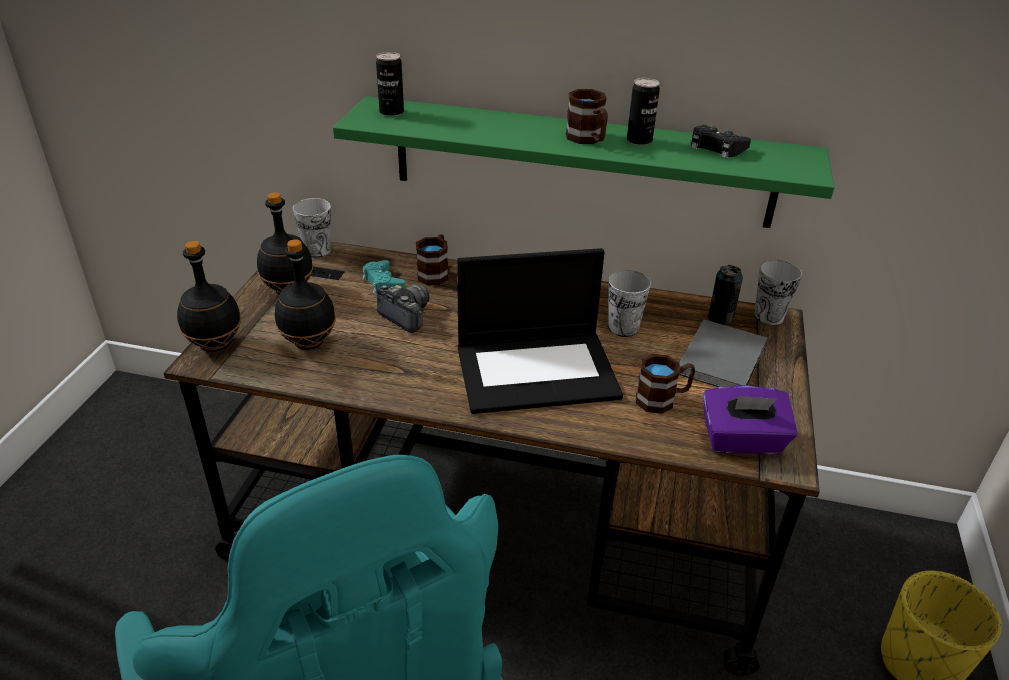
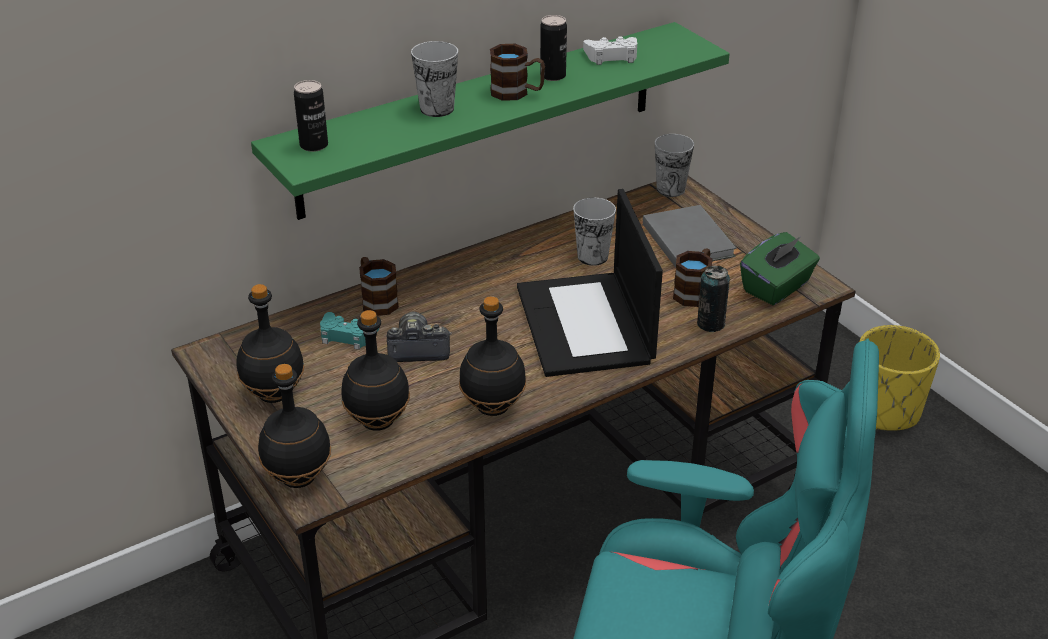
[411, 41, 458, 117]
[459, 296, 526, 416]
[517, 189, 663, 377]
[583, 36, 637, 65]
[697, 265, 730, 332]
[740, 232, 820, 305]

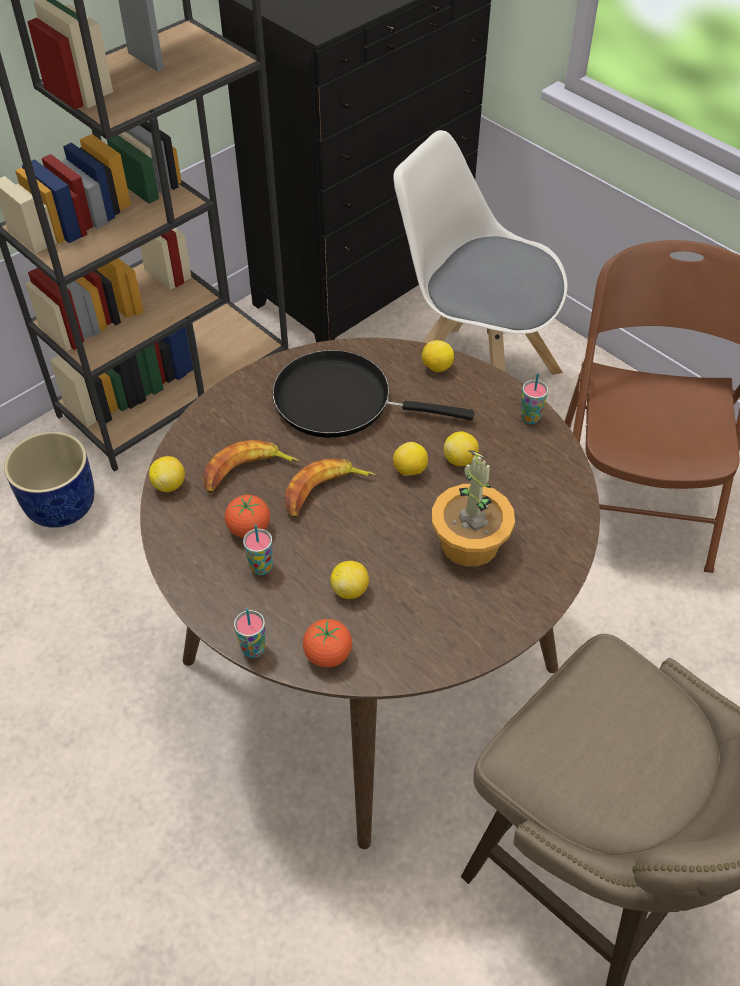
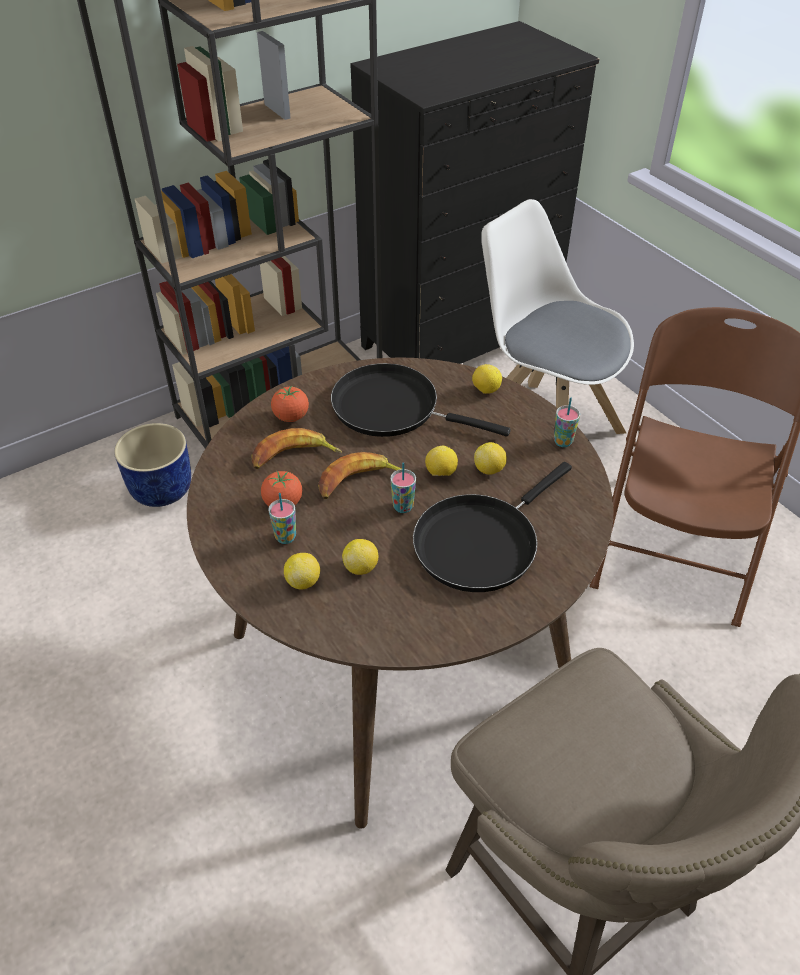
[271, 386, 309, 422]
[284, 553, 320, 590]
[390, 462, 416, 513]
[413, 462, 572, 592]

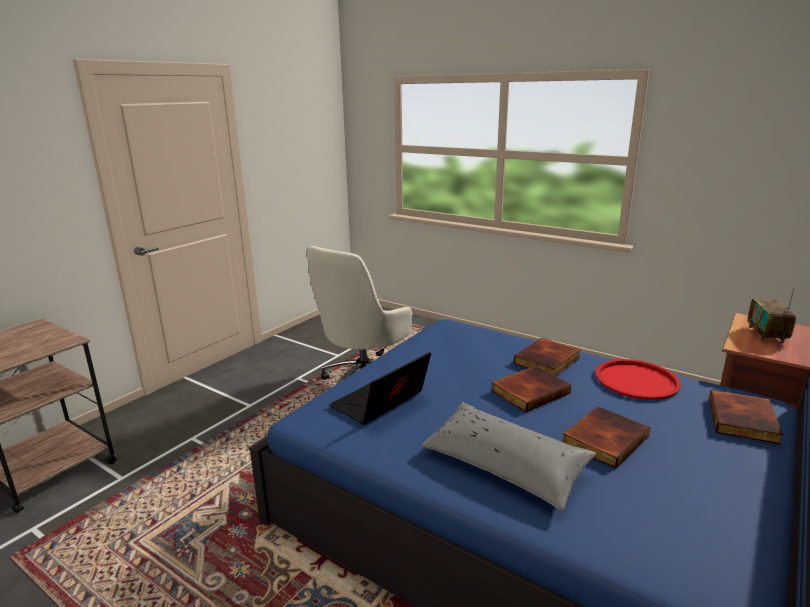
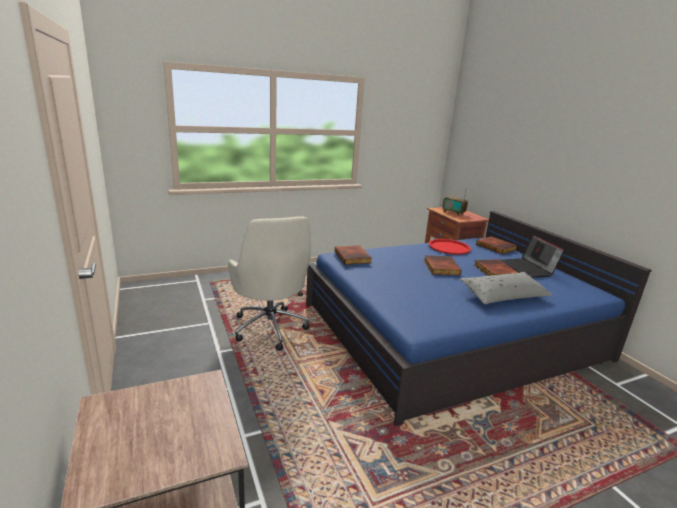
[335, 245, 372, 265]
[501, 234, 565, 278]

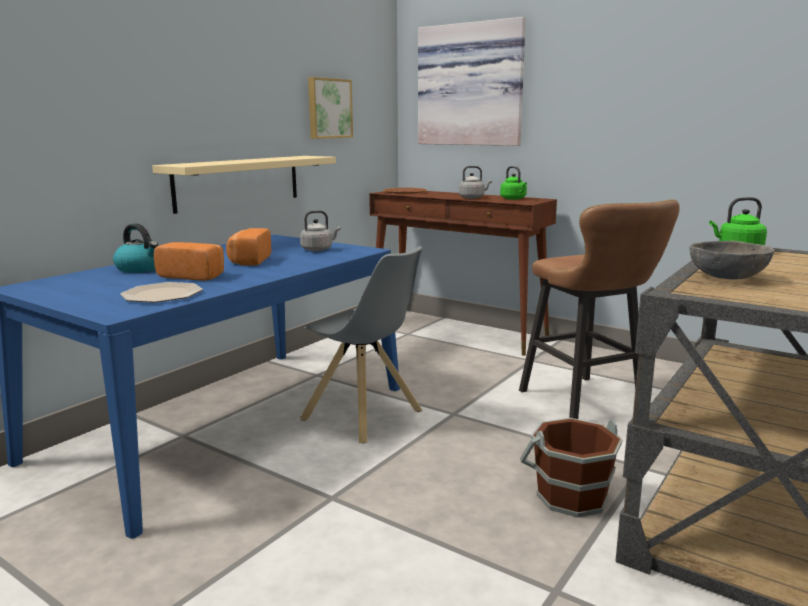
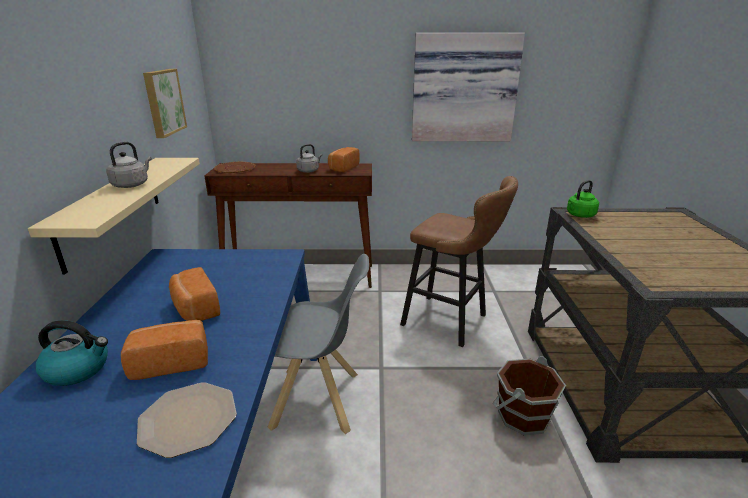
[106, 142, 152, 188]
[328, 147, 359, 172]
[412, 33, 525, 141]
[689, 241, 774, 280] (first image)

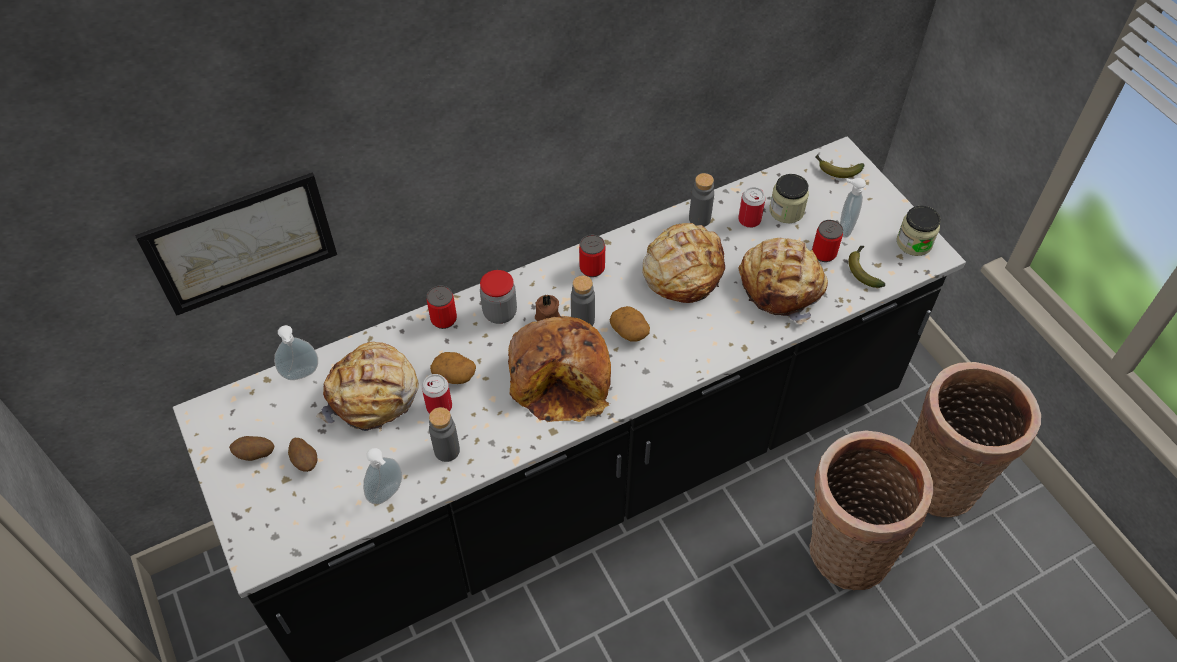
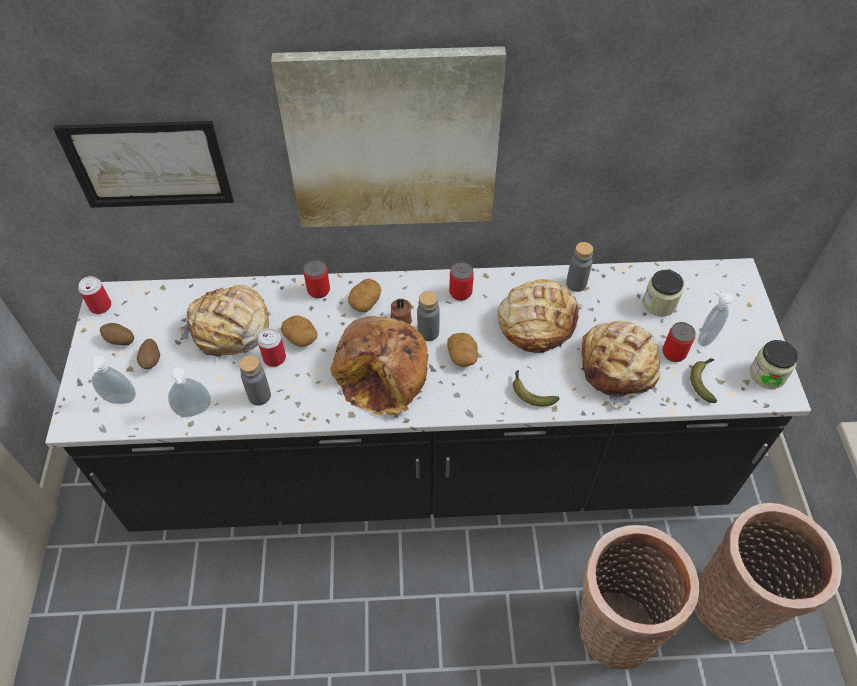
[78, 276, 111, 314]
[91, 355, 136, 404]
[271, 46, 506, 228]
[348, 279, 381, 312]
[513, 370, 559, 406]

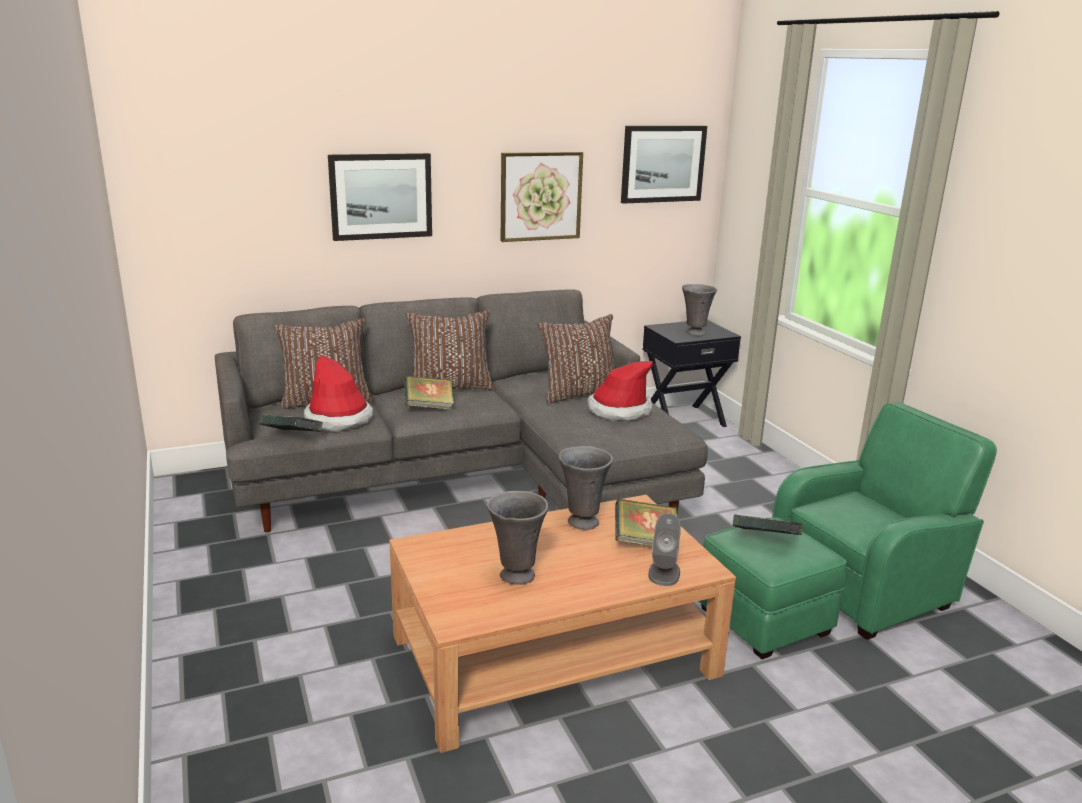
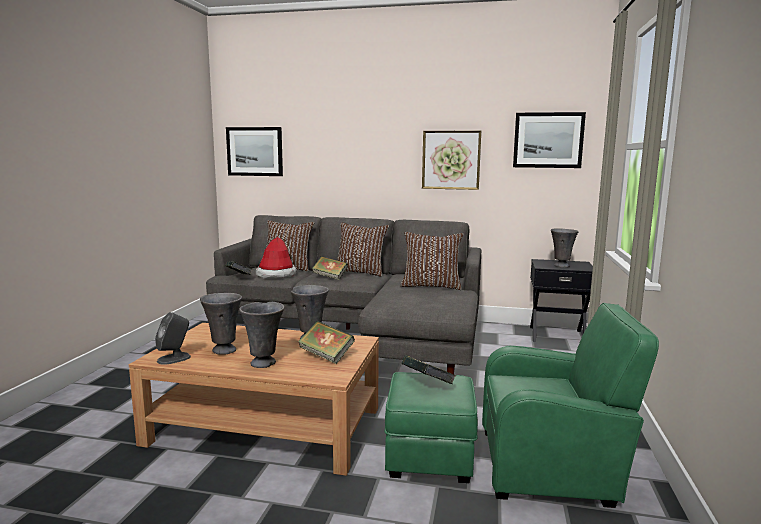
[155, 312, 191, 365]
[226, 127, 283, 176]
[239, 302, 285, 368]
[587, 361, 653, 421] (first image)

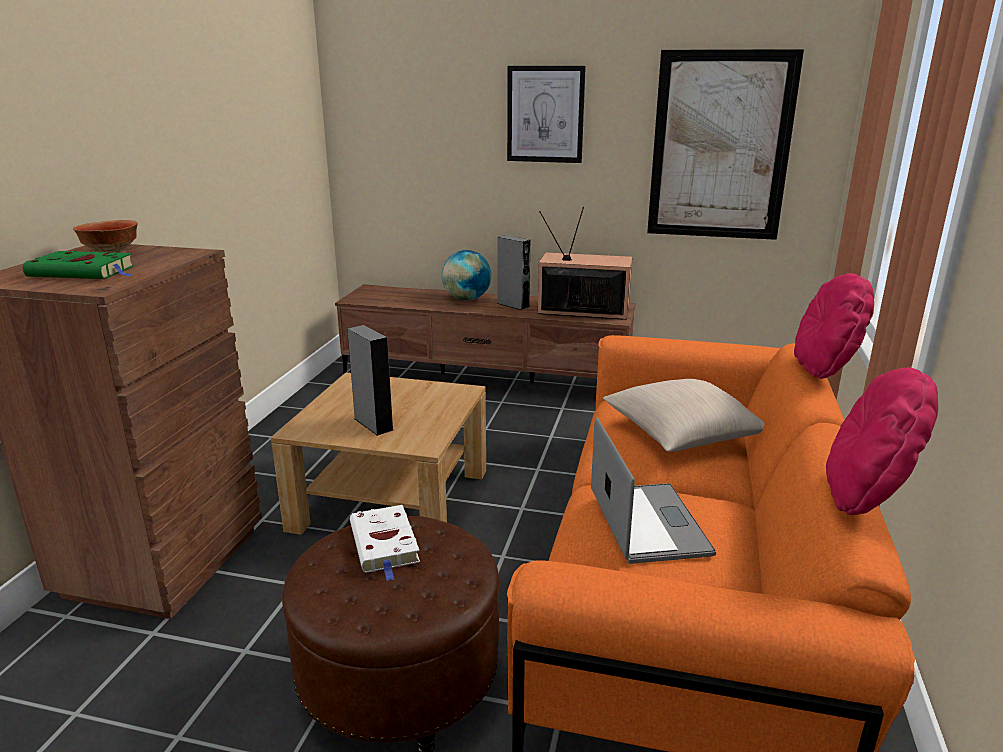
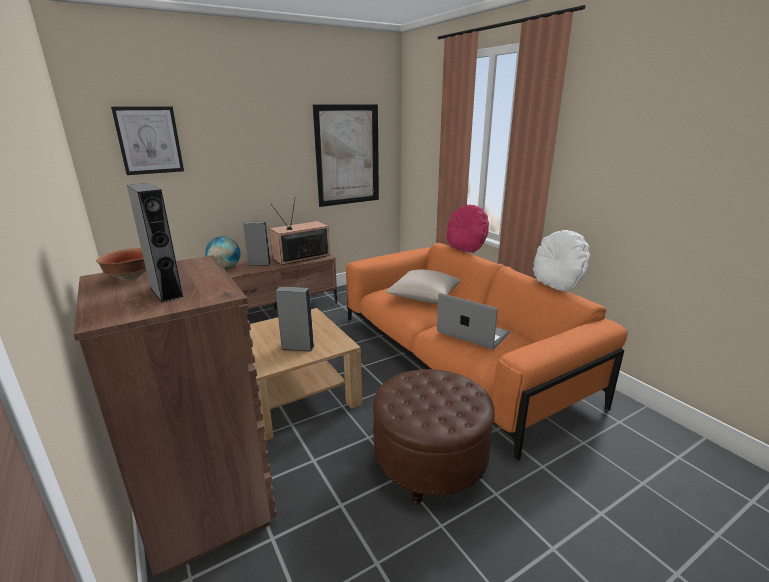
[111, 106, 184, 175]
[127, 183, 183, 303]
[533, 230, 590, 292]
[350, 505, 420, 581] (first image)

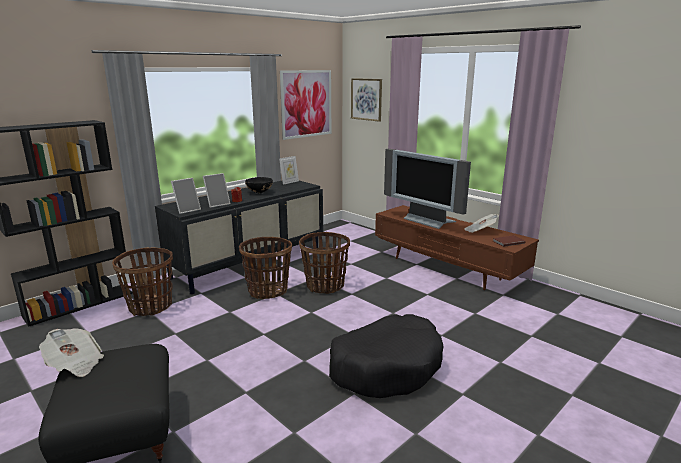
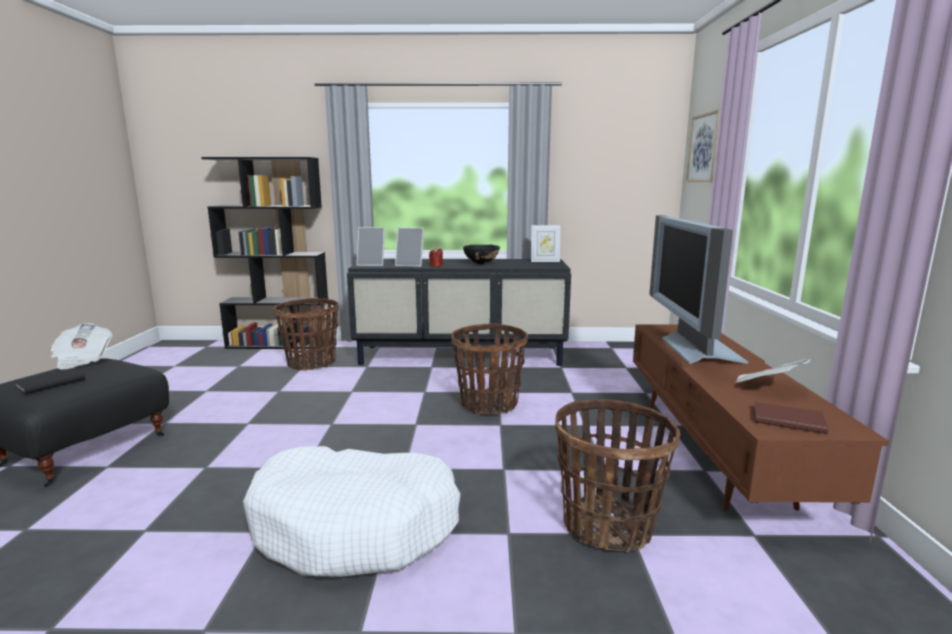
[15, 368, 85, 394]
[243, 446, 461, 577]
[555, 399, 680, 552]
[280, 70, 331, 140] (first image)

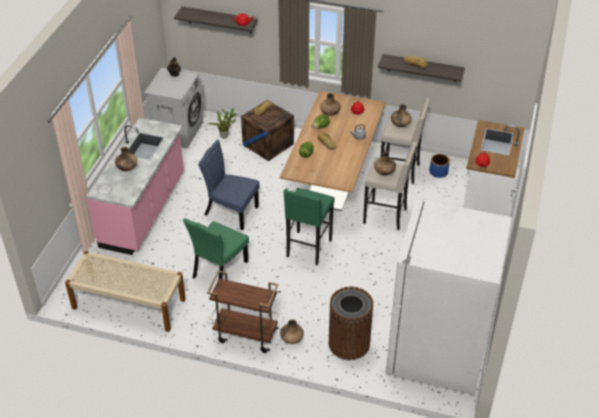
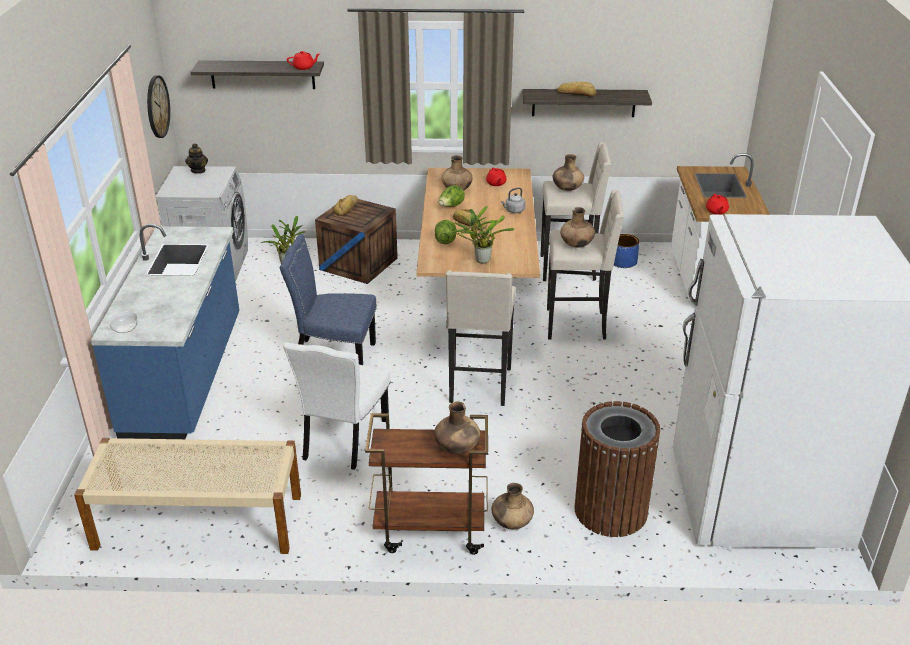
[91, 224, 239, 439]
[147, 75, 170, 138]
[283, 342, 391, 470]
[434, 402, 480, 454]
[446, 270, 516, 406]
[448, 206, 515, 264]

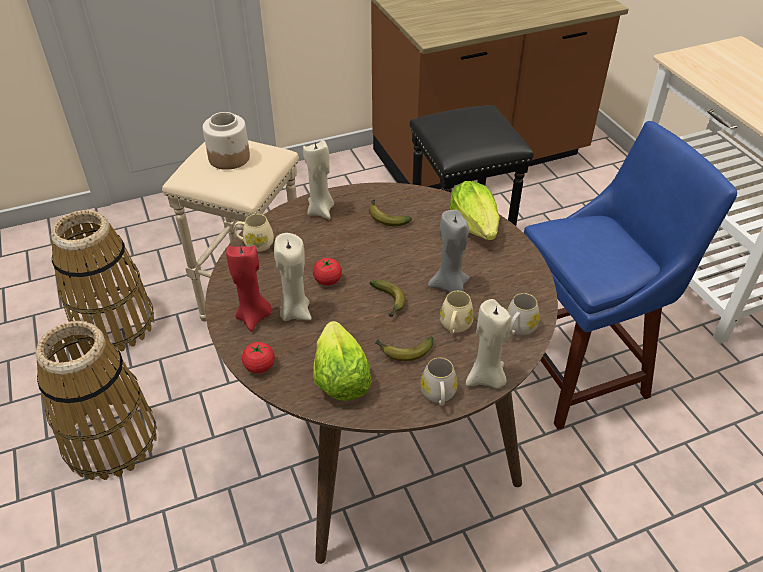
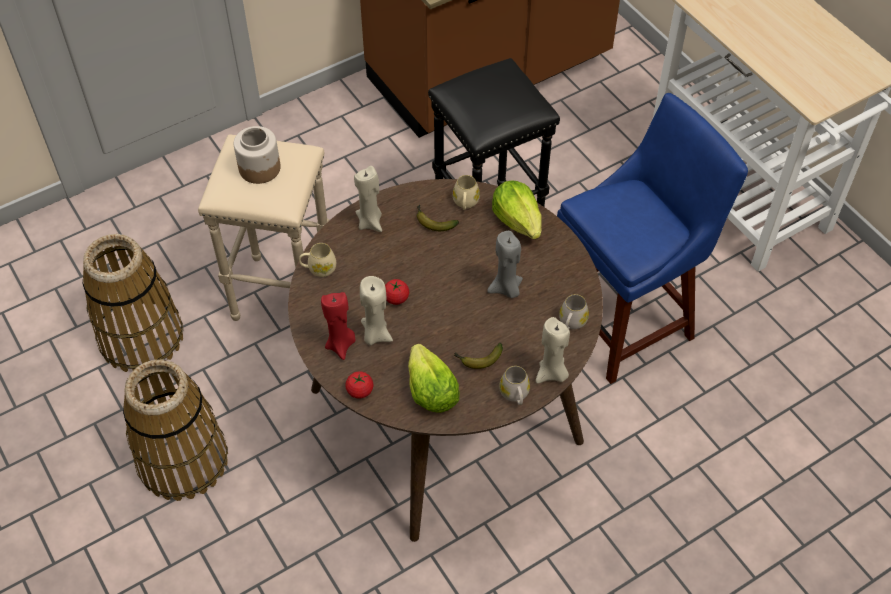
[453, 175, 480, 210]
[370, 280, 406, 318] (first image)

